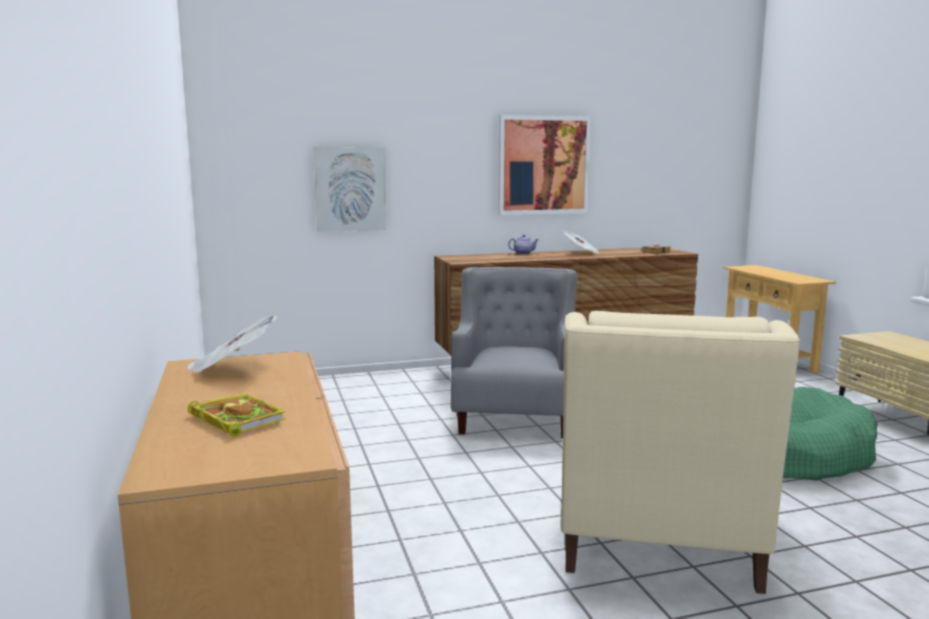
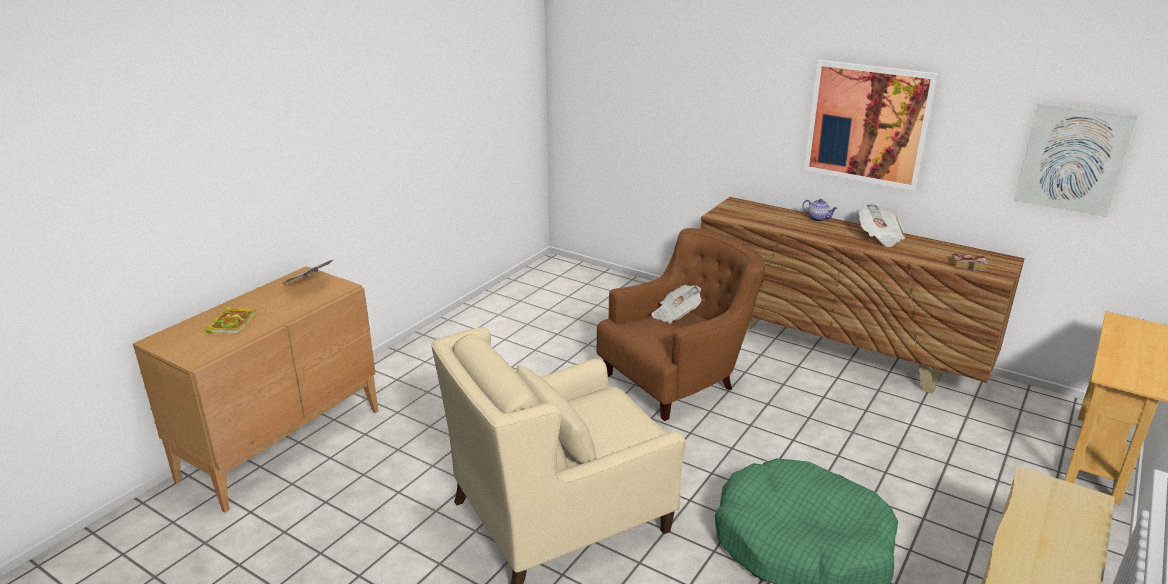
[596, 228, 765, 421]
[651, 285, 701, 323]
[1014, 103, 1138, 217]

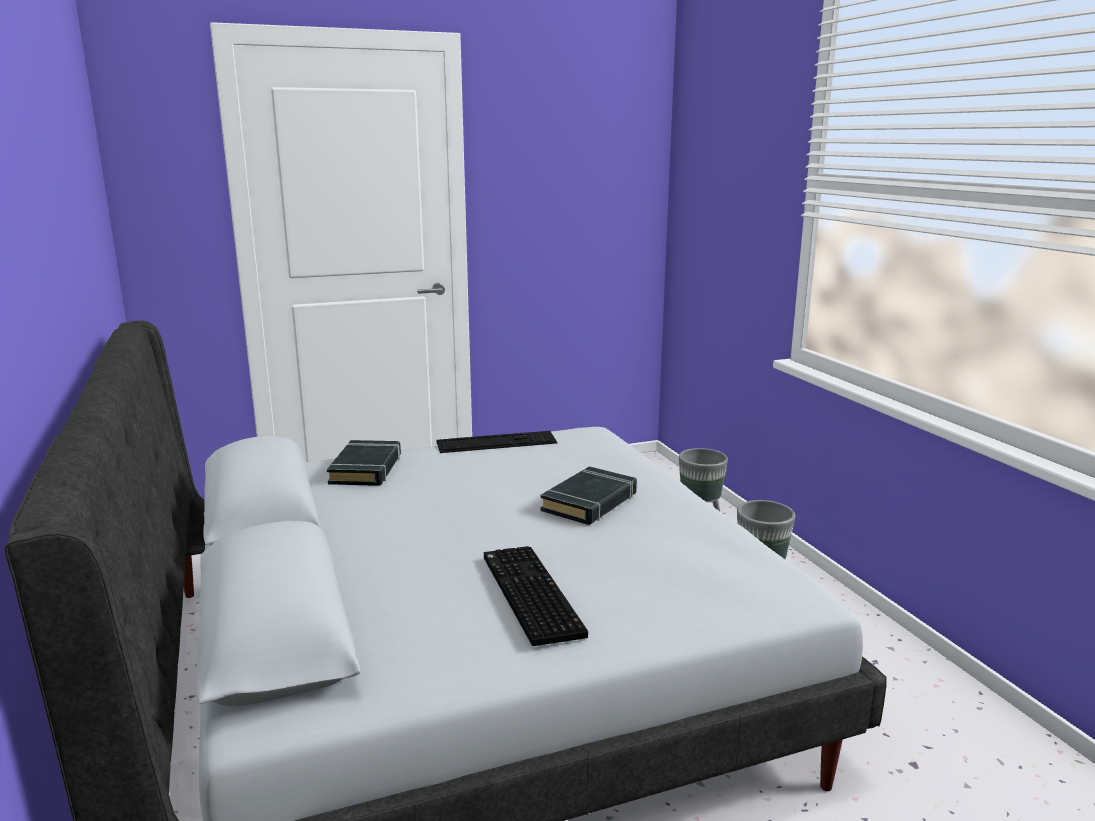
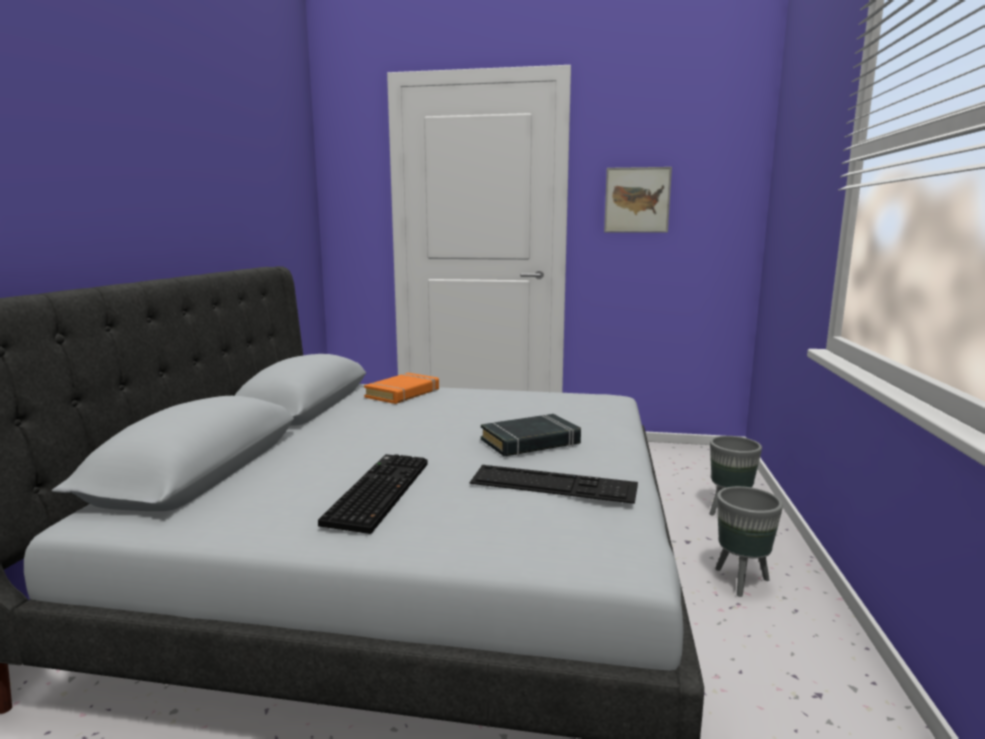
[364, 373, 439, 404]
[470, 465, 638, 504]
[604, 167, 672, 233]

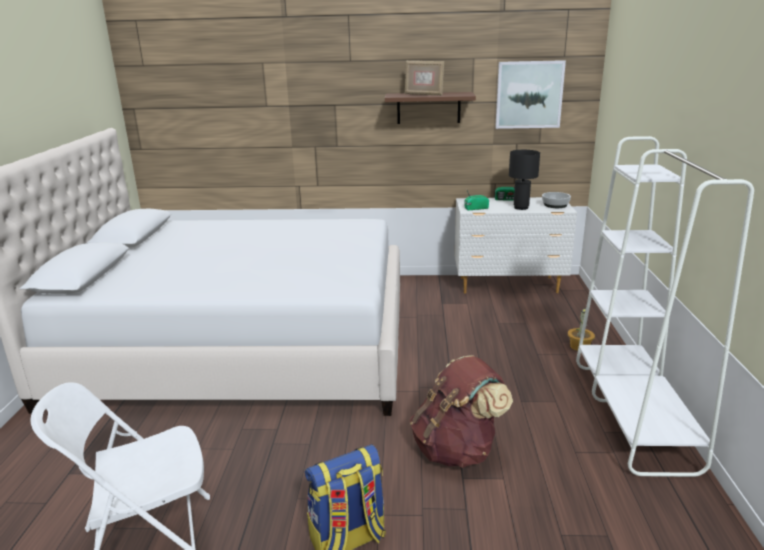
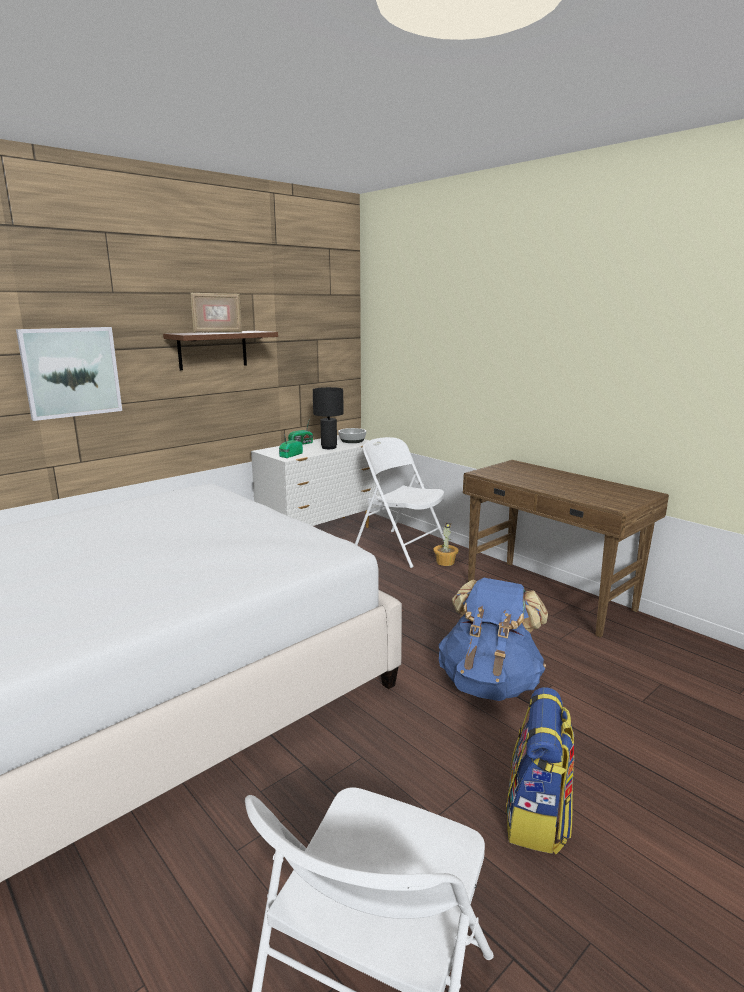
[16, 327, 122, 421]
[355, 437, 445, 568]
[439, 578, 548, 701]
[463, 460, 669, 638]

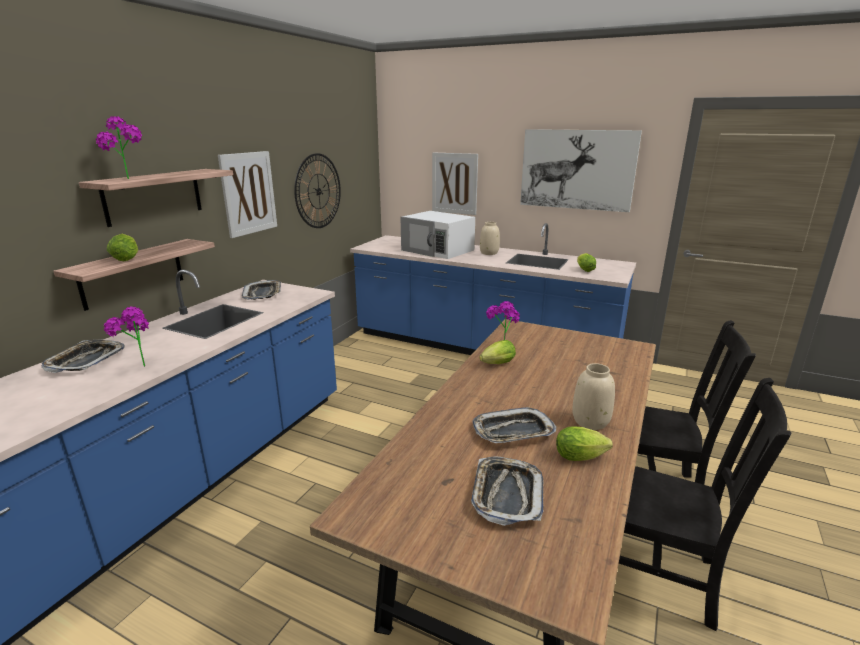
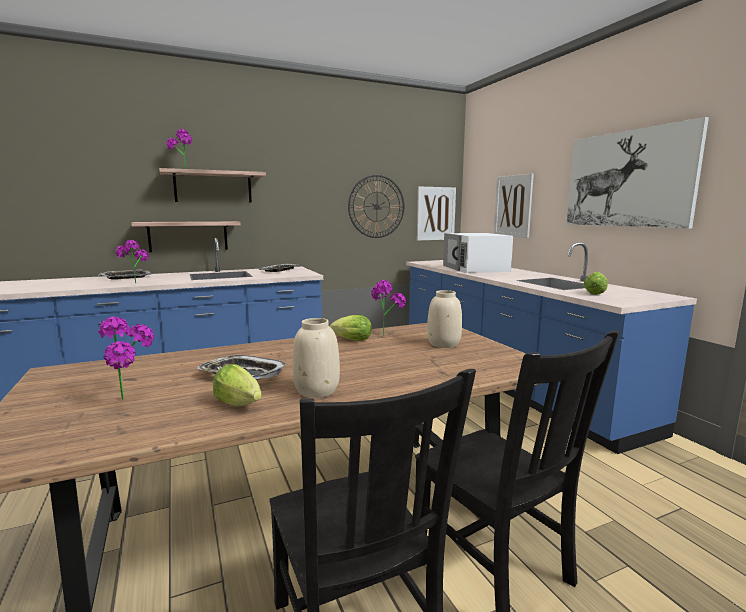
[98, 316, 155, 399]
[417, 187, 456, 241]
[427, 290, 462, 348]
[107, 234, 138, 261] (first image)

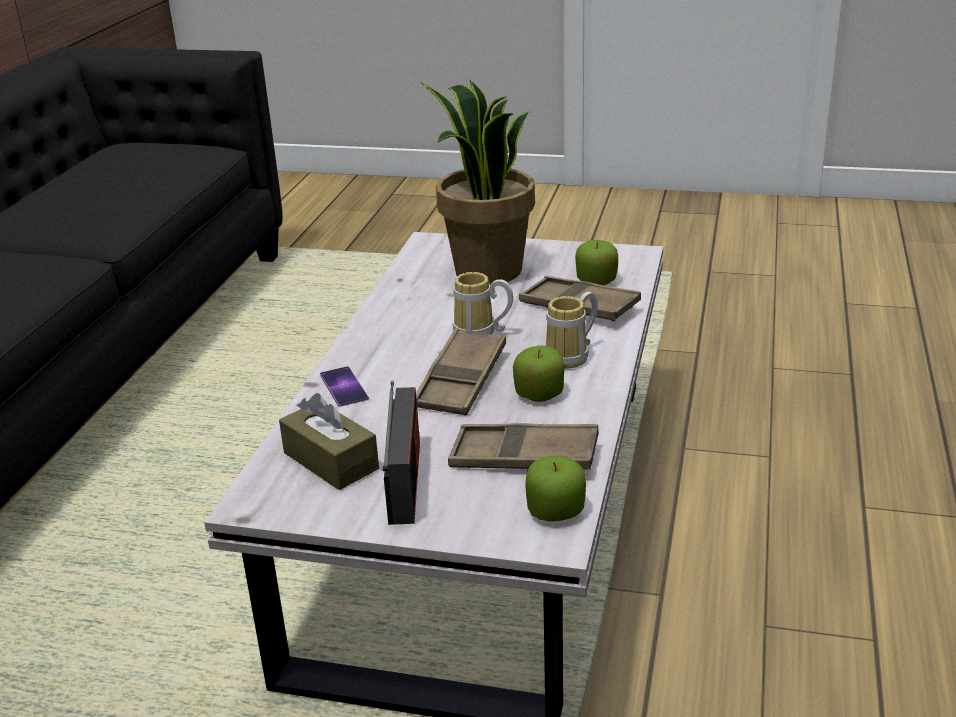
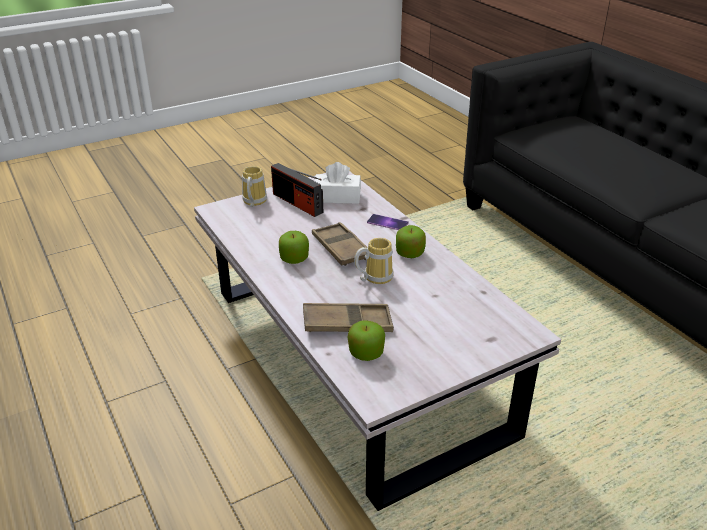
[242, 166, 267, 207]
[315, 162, 361, 204]
[396, 225, 426, 258]
[420, 79, 535, 285] (first image)
[448, 423, 599, 470] (first image)

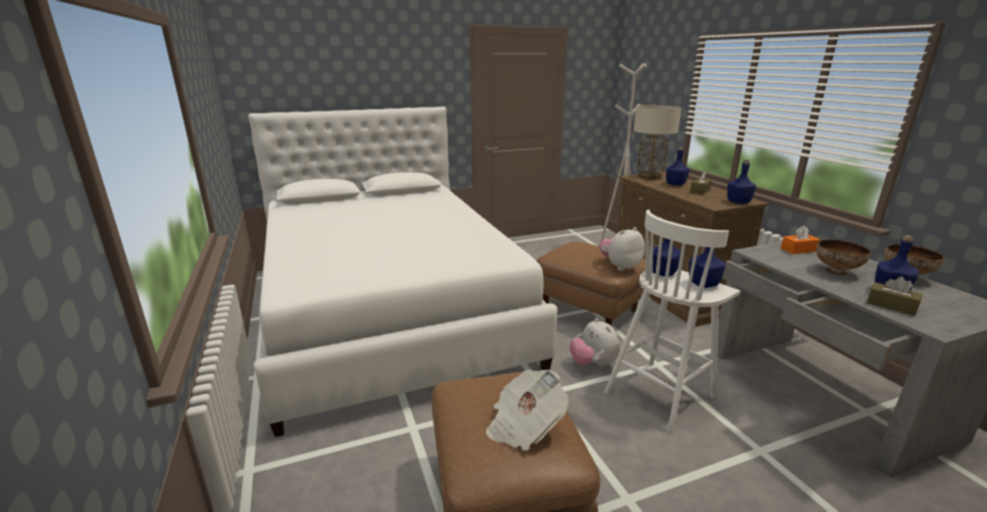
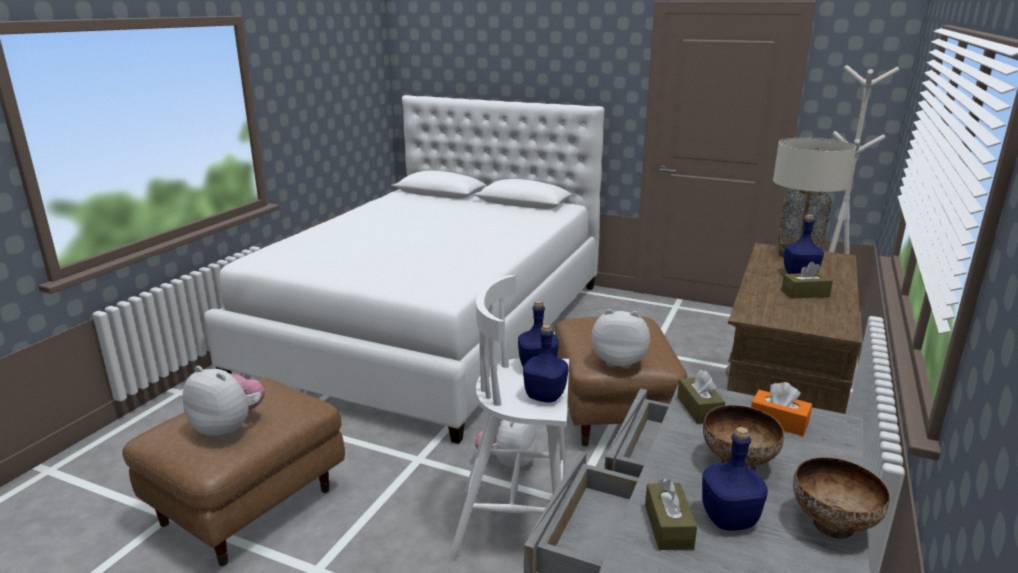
[183, 366, 265, 439]
[677, 370, 725, 424]
[727, 160, 756, 204] (first image)

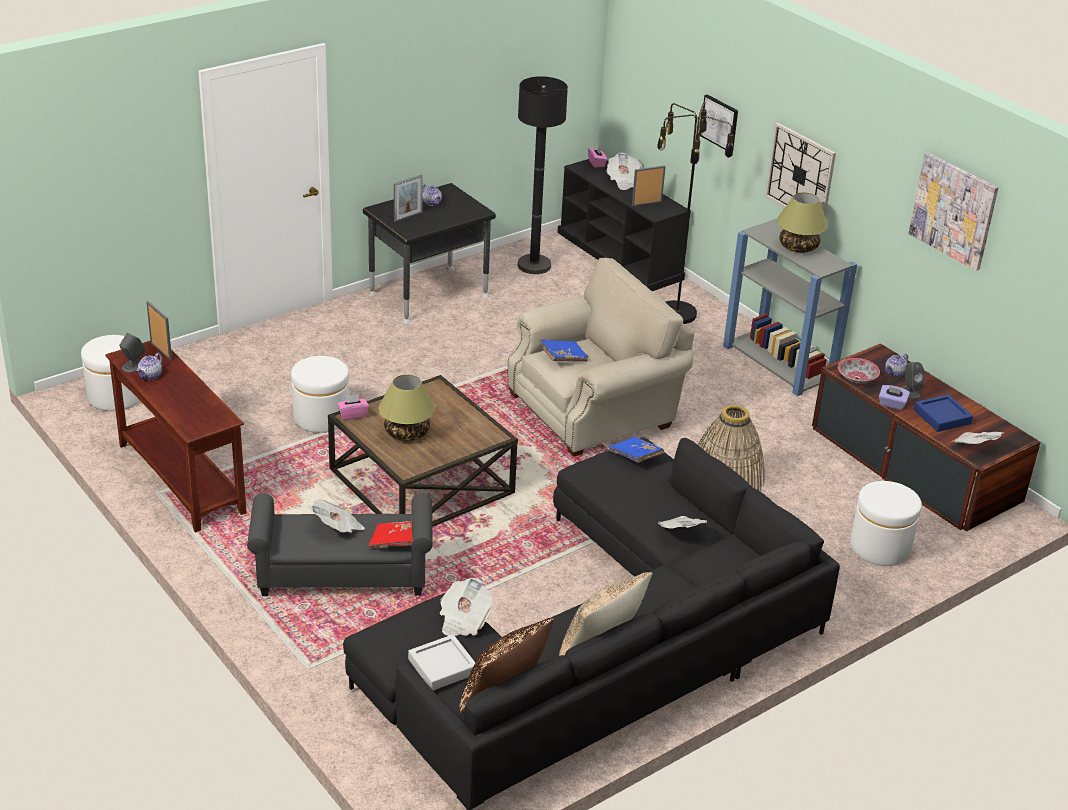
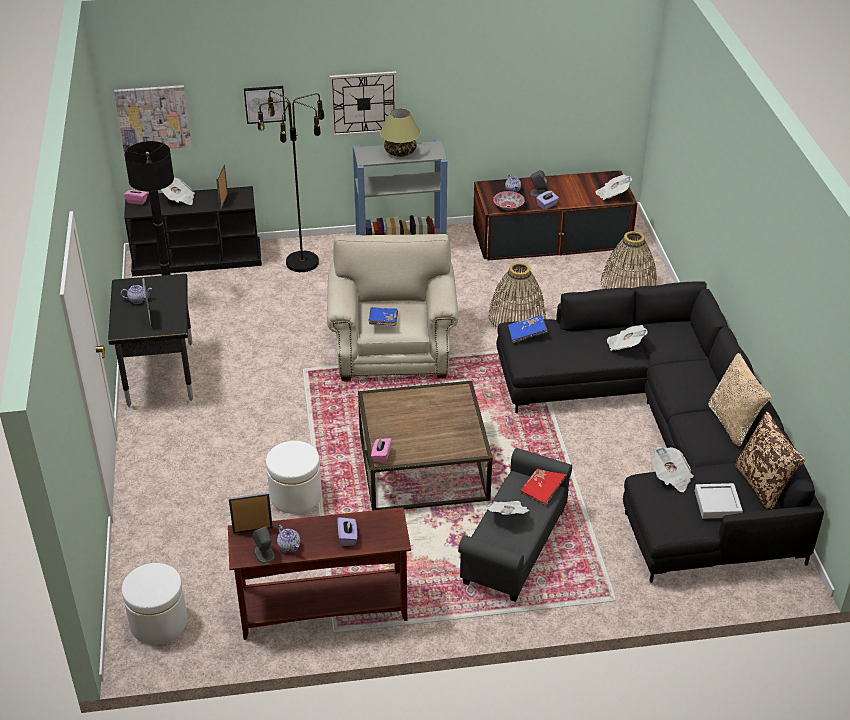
[114, 85, 192, 152]
[337, 517, 357, 546]
[601, 231, 657, 289]
[379, 374, 435, 441] (first image)
[914, 394, 973, 432] (first image)

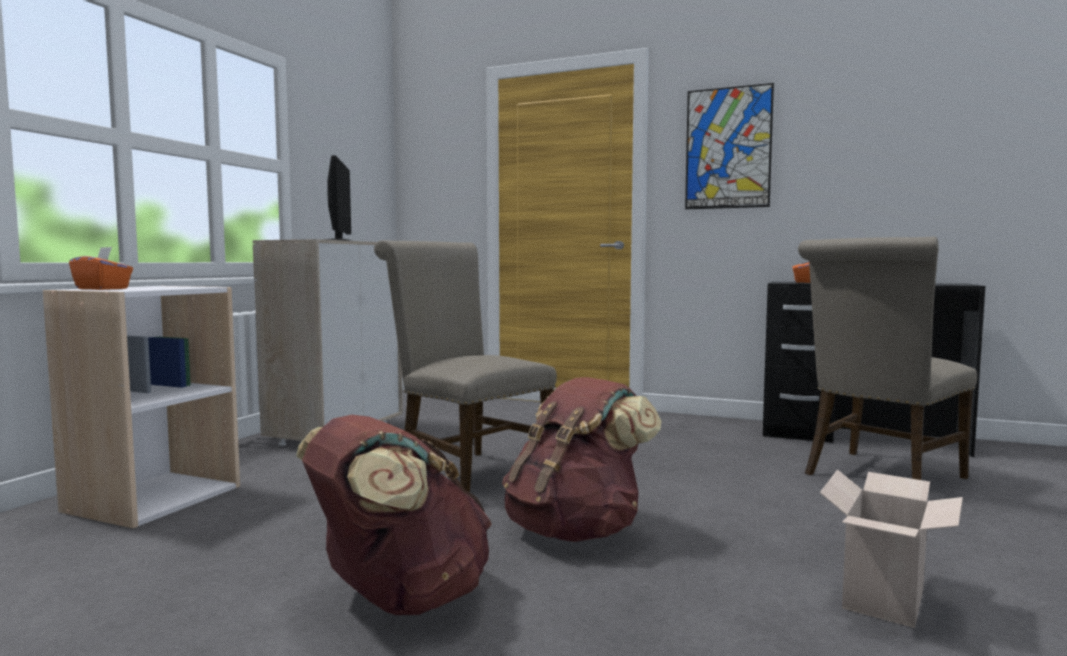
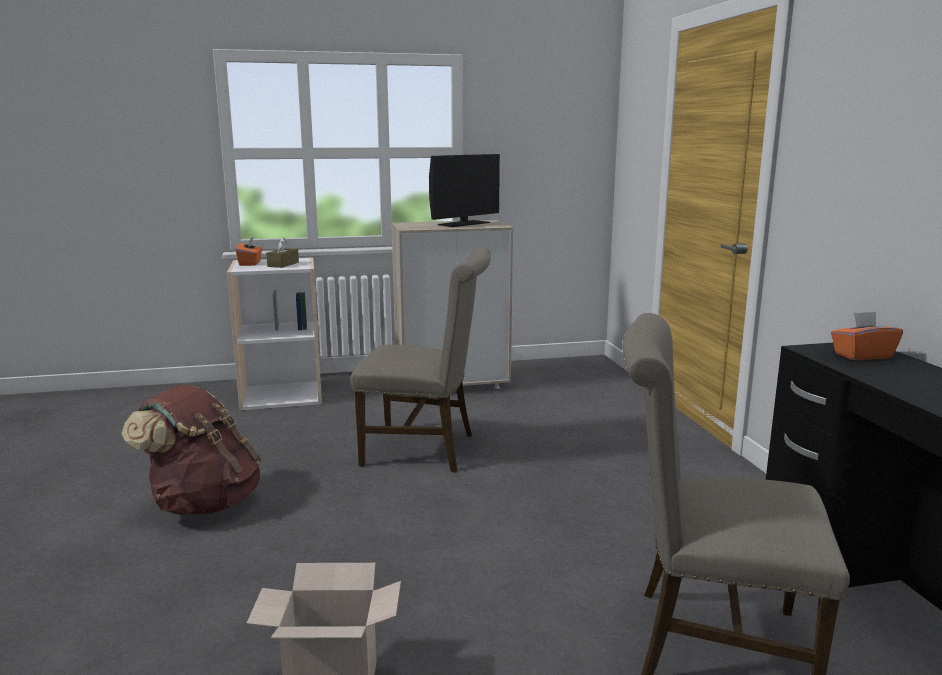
[266, 237, 299, 268]
[350, 247, 491, 473]
[502, 377, 662, 542] (first image)
[685, 83, 774, 209] (first image)

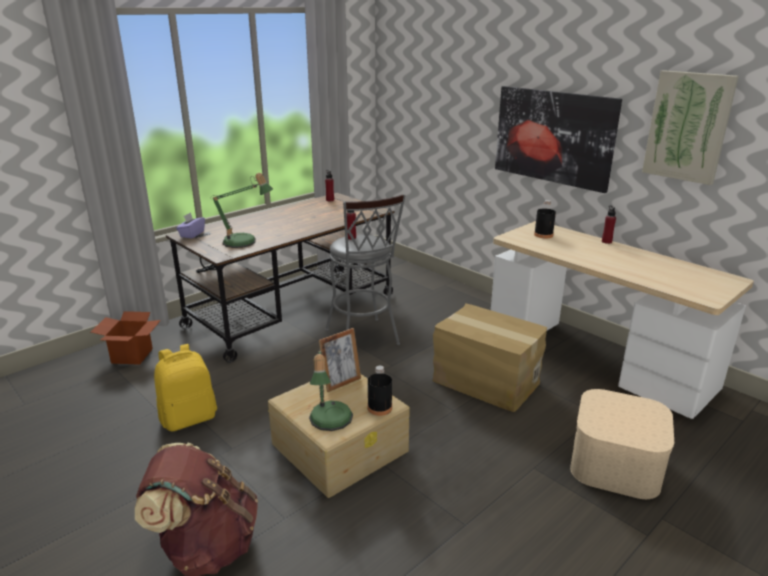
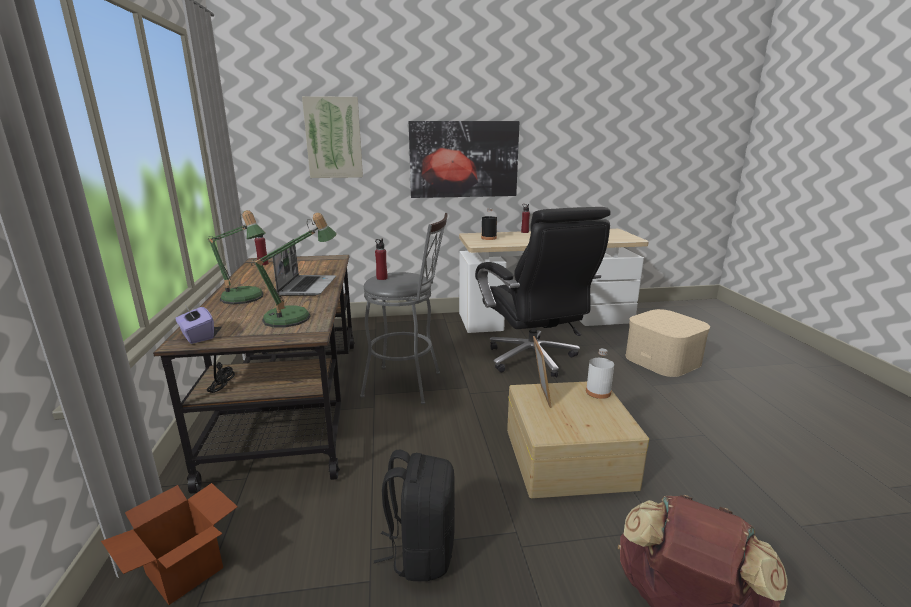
[208, 210, 266, 304]
[272, 239, 336, 296]
[302, 96, 363, 178]
[374, 450, 455, 581]
[475, 207, 611, 377]
[586, 348, 614, 399]

